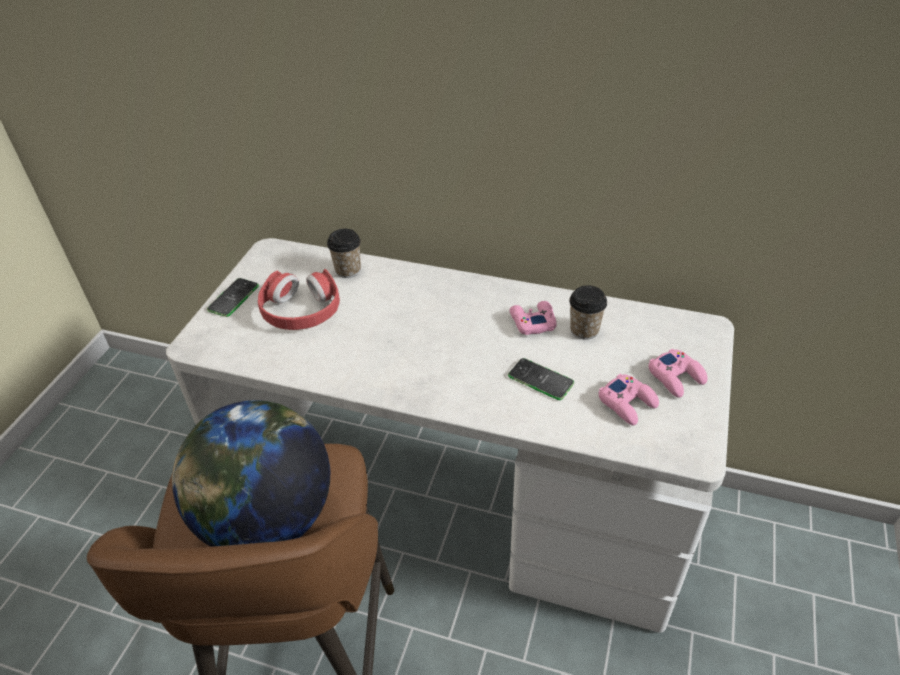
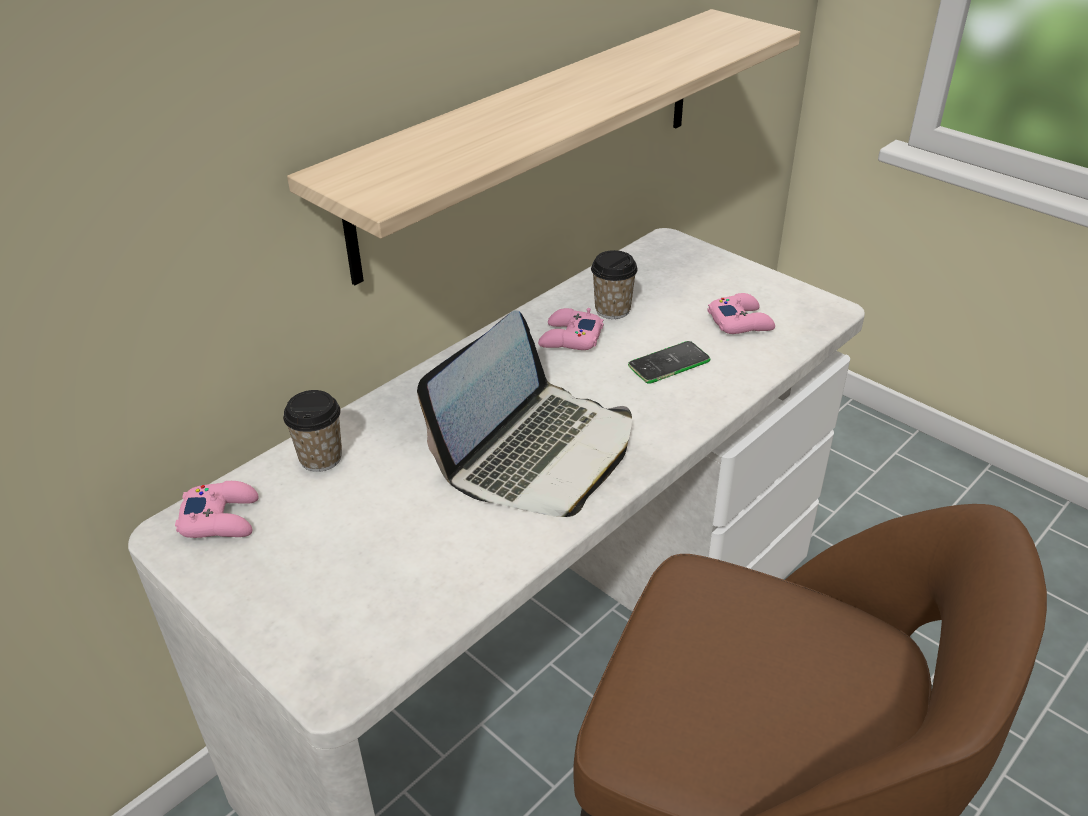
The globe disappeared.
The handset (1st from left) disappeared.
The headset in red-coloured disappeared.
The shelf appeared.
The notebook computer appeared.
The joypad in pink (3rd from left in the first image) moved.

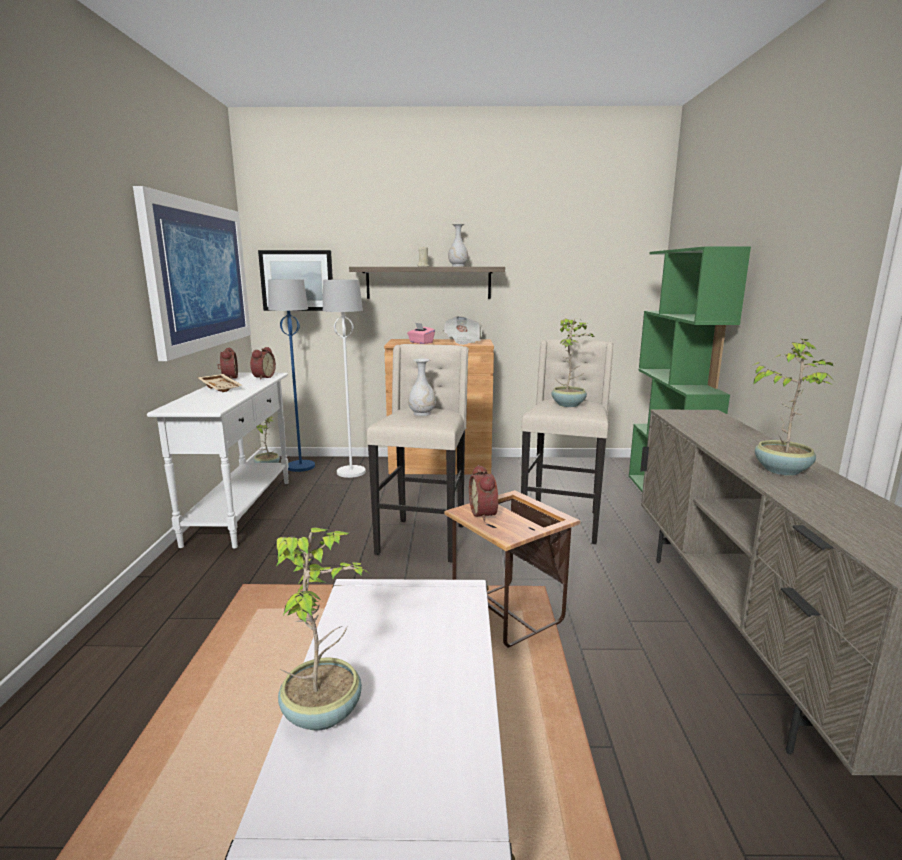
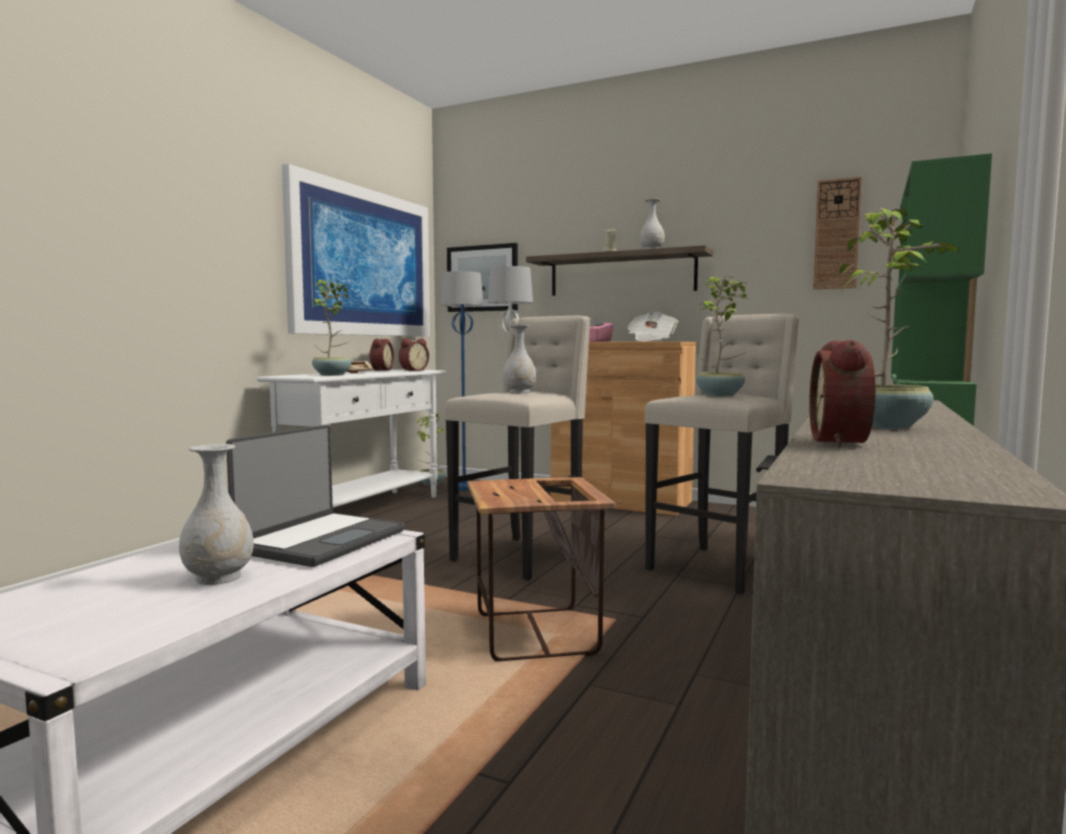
The vase in white-coloured (1st from left) appeared.
The notebook computer appeared.
The hanging clock appeared.
The plant in a pot (2nd from left in the first image) moved.
The bedside clock (3rd from left) moved.

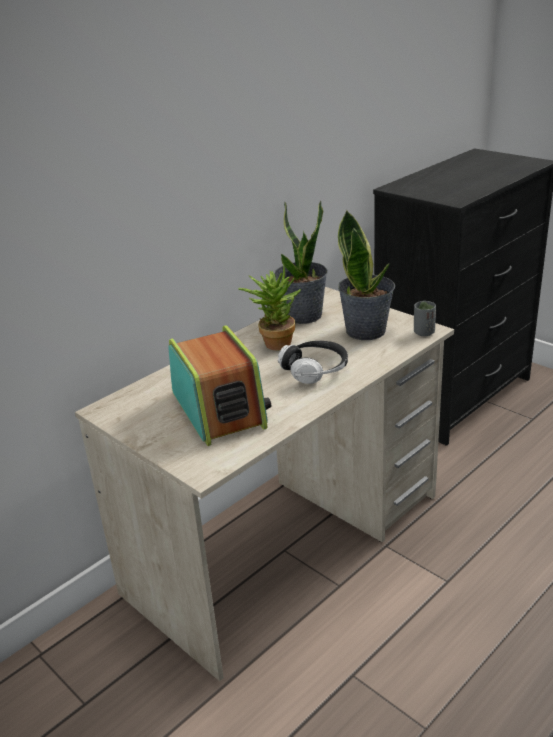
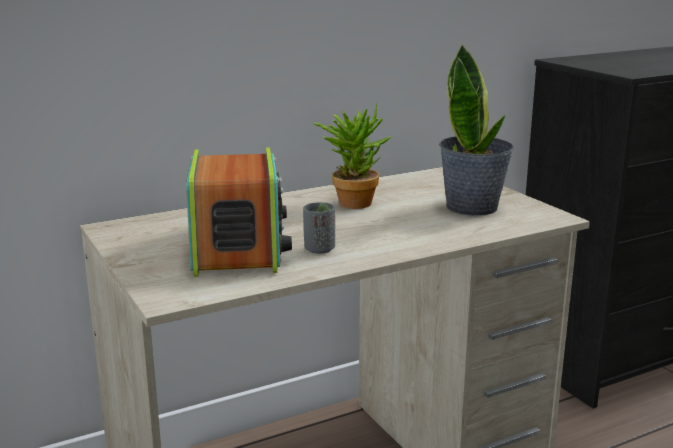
The plant in a pot (2nd from left) disappeared.
The headset disappeared.
The drinking cup in grey moved.

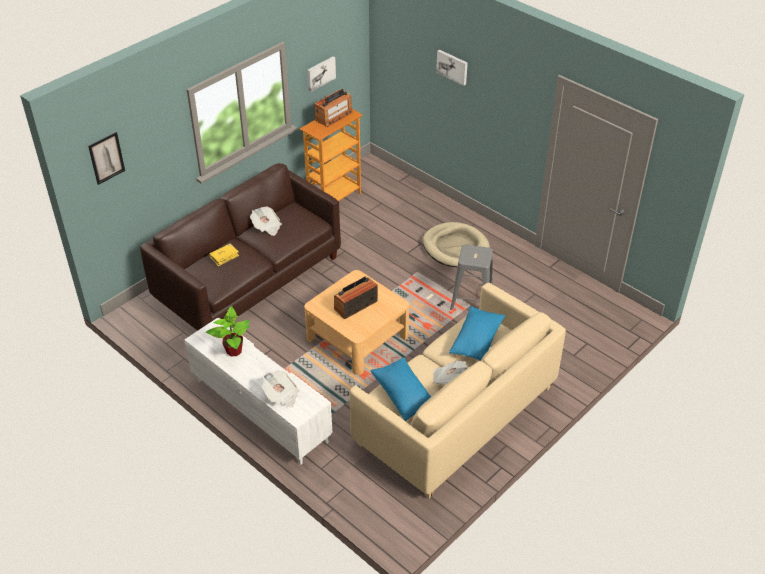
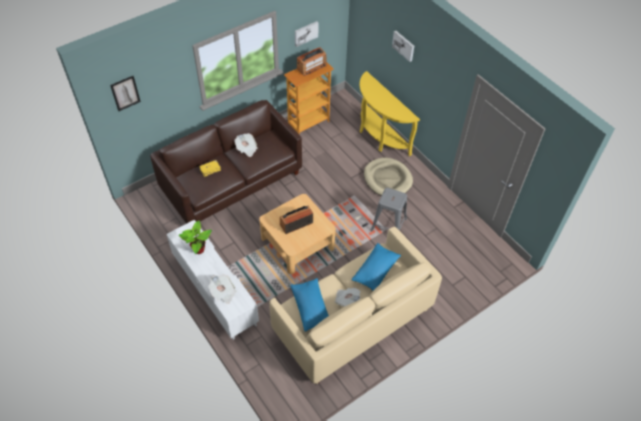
The hall table in yellowish appeared.

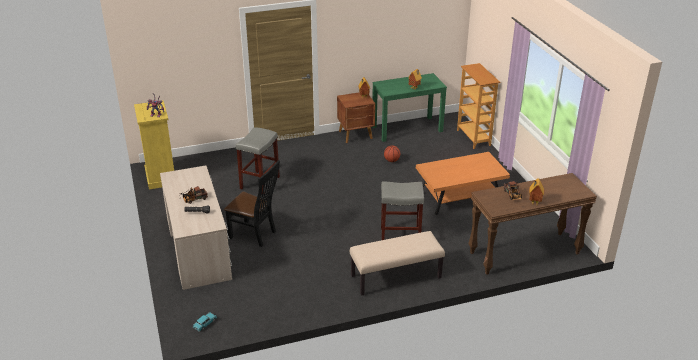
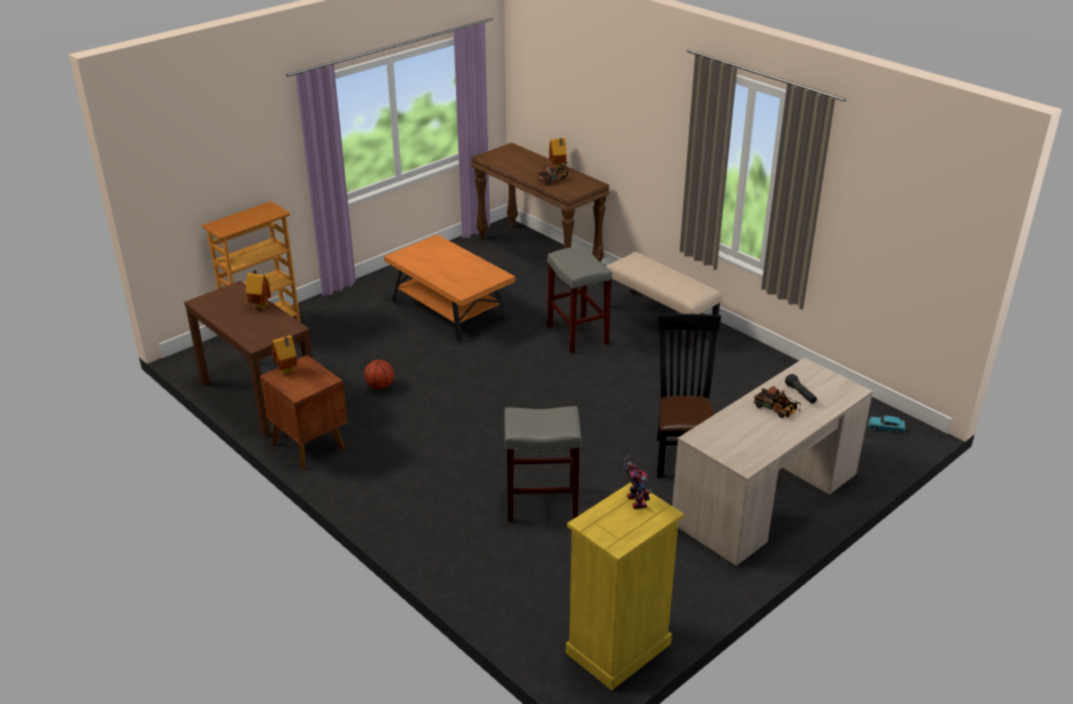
The hall table in greenish became the hall table in brownish (1st from left).

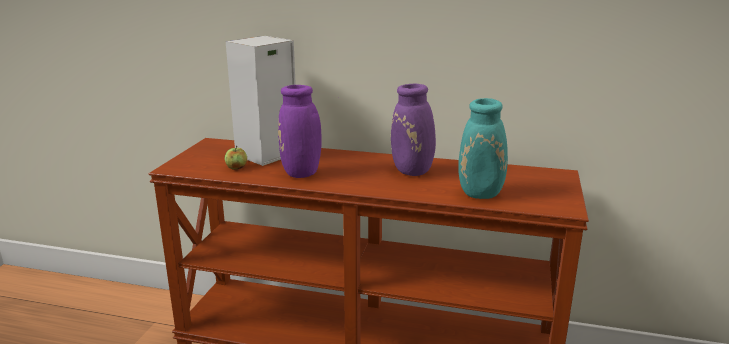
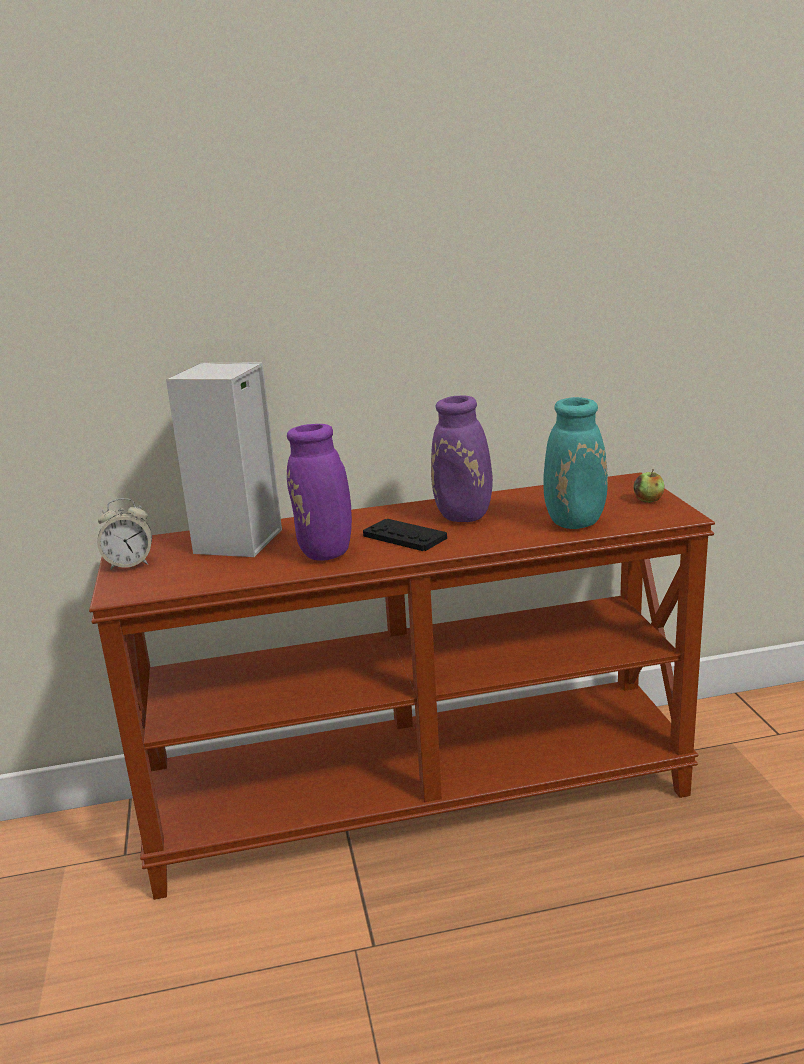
The bedside clock appeared.
The joypad in blackish appeared.
The apple fruit moved.

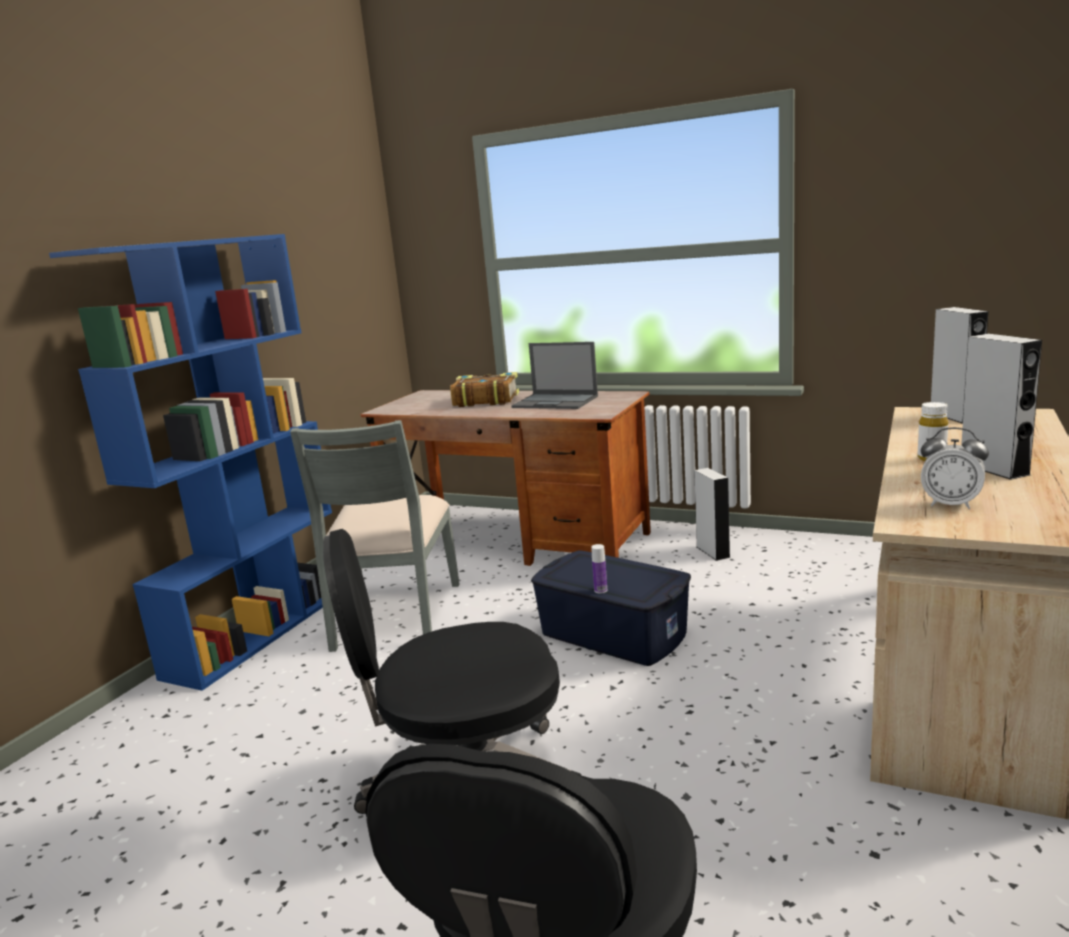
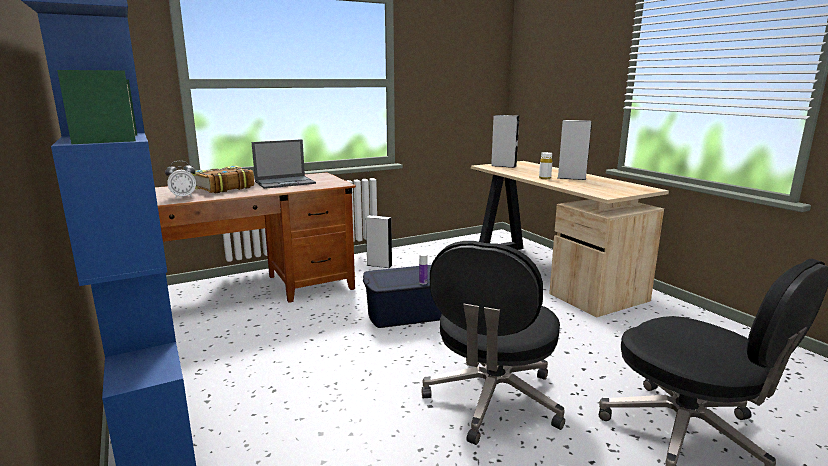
The plain chair in grey disappeared.
The bedside clock moved.

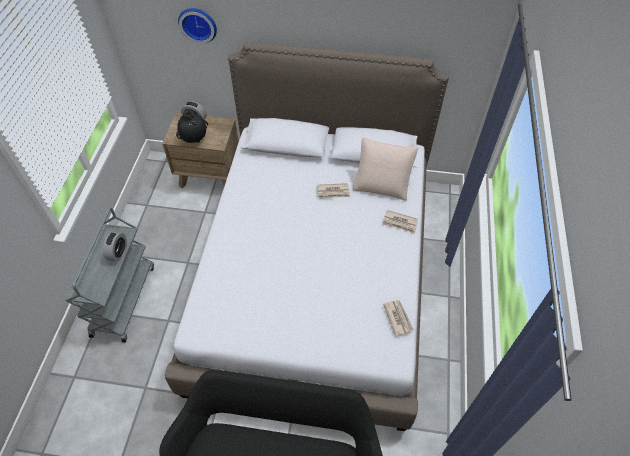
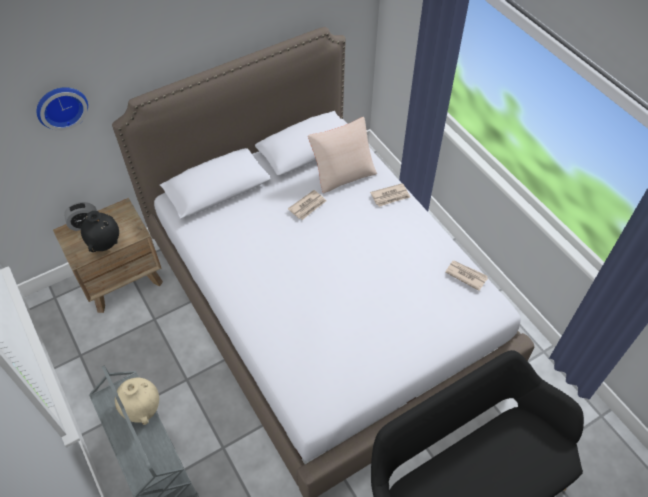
The bedside clock (1st from left) was replaced by the vase in sand-coloured.

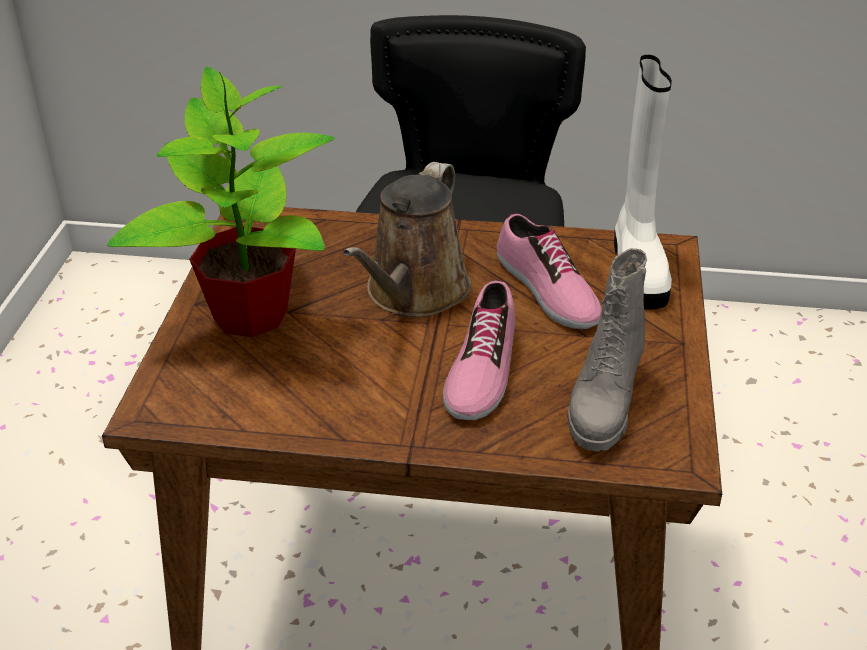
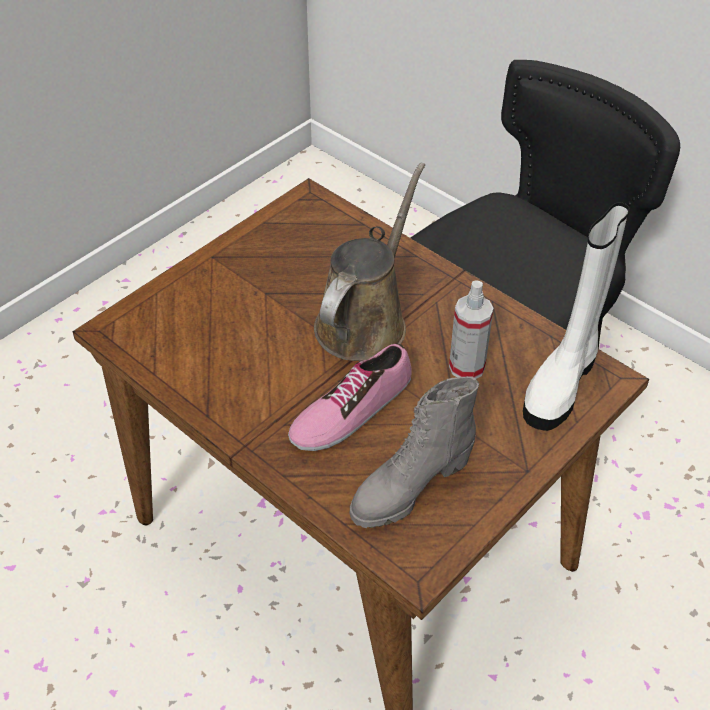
The plant in a pot disappeared.
The low shoe (2nd from left) was replaced by the hand sprayer.
The watering can in brownish turned 150 degrees clockwise.

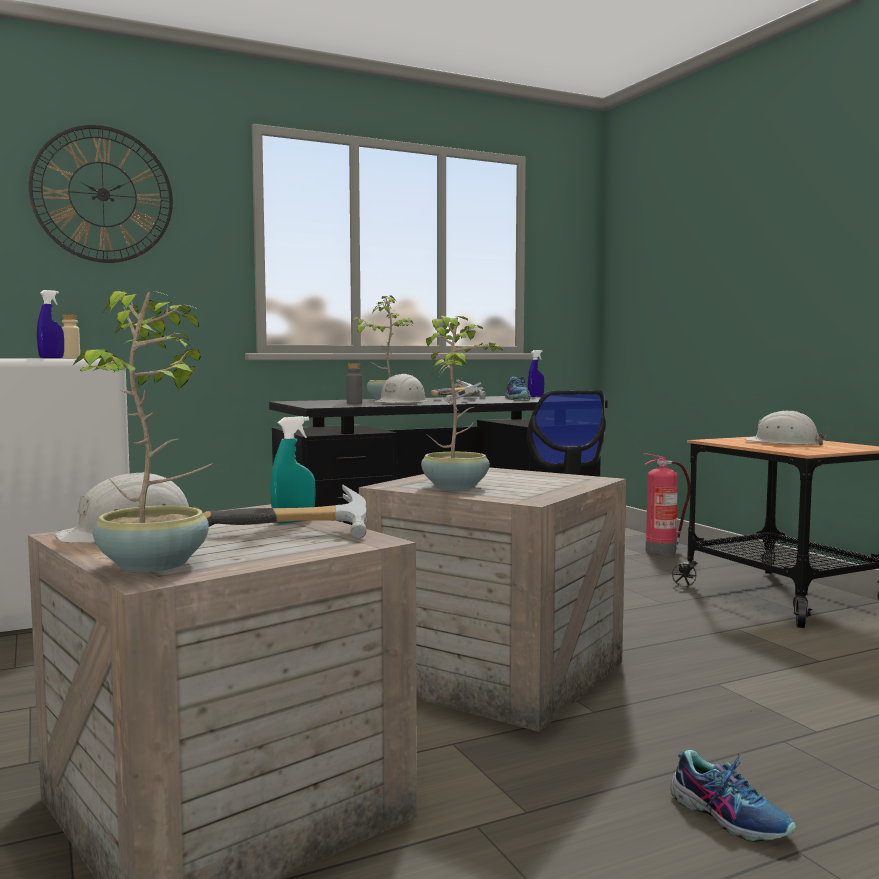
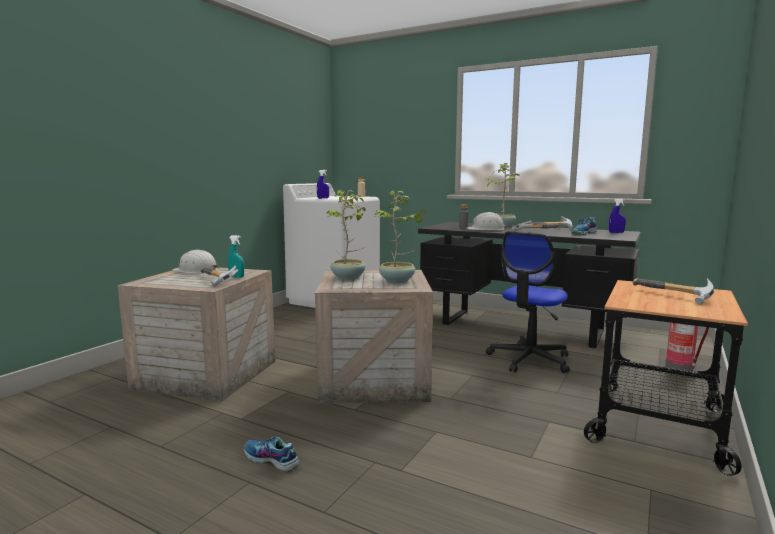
The hanging clock disappeared.
The plant in a pot (1st from left in the first image) moved.
The hard hat in white-coloured (3rd from left) was replaced by the tool hammer (4th from left).
The low shoe (2nd from left in the first image) turned 105 degrees clockwise.

